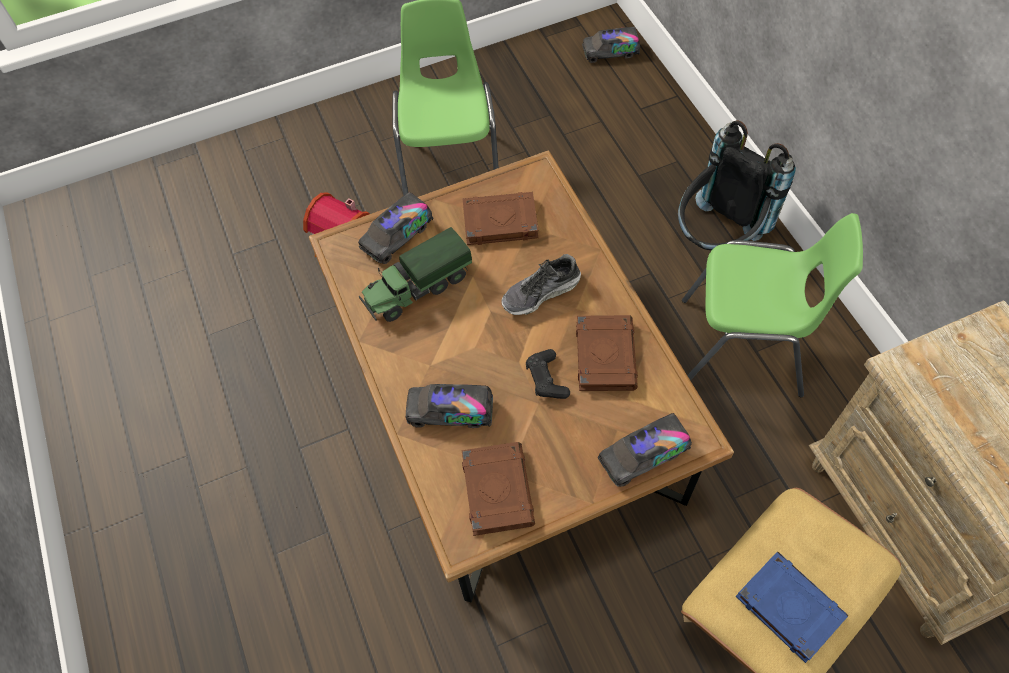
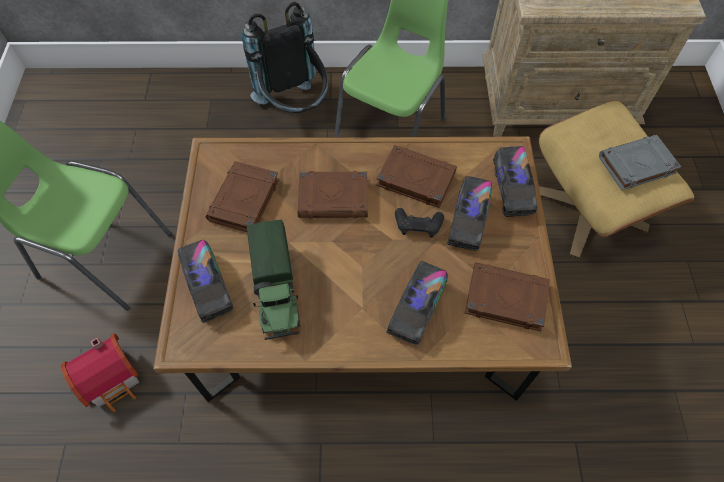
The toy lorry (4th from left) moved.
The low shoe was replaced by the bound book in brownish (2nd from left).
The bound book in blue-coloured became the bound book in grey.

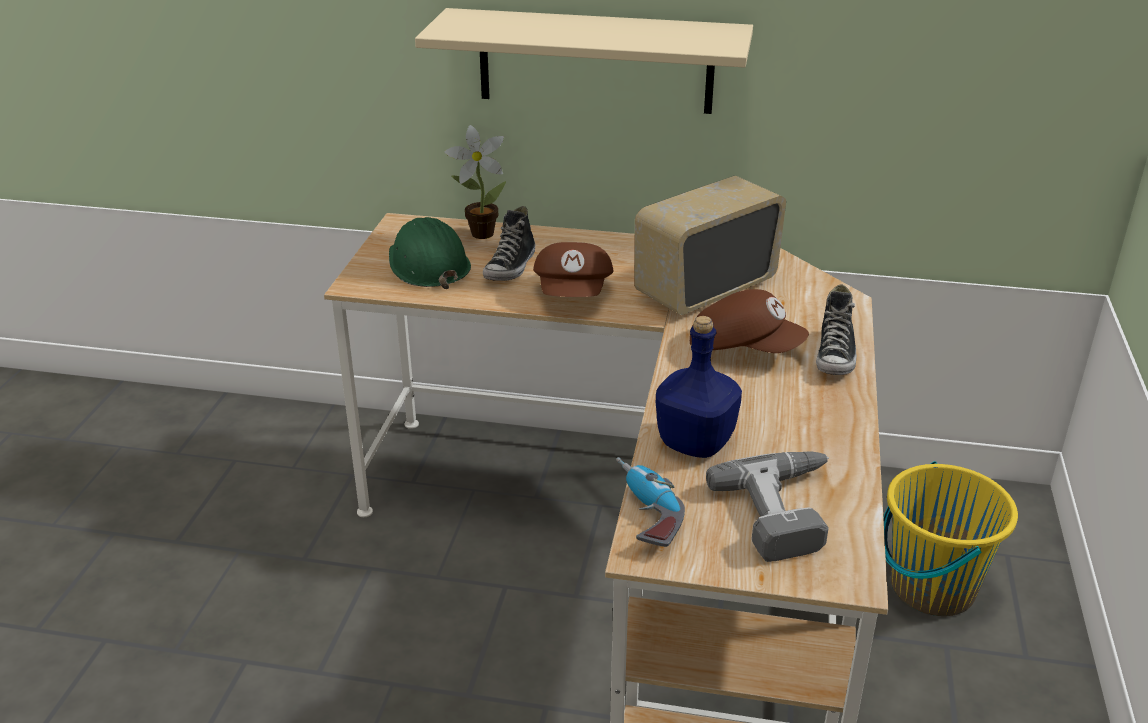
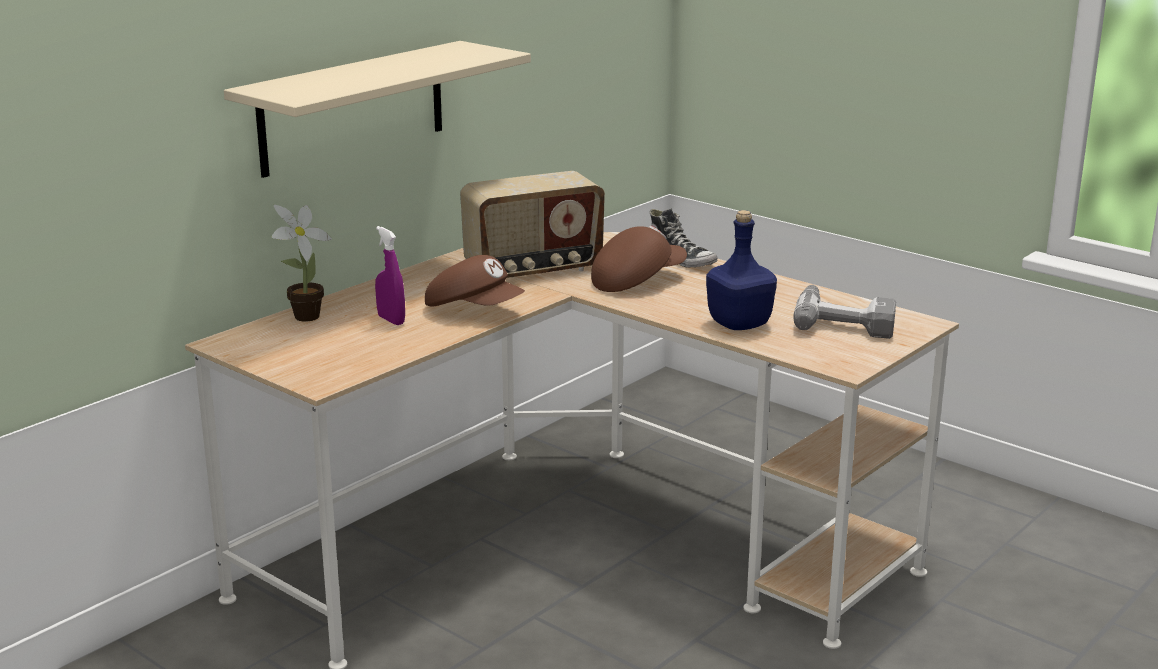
The hard hat in greenish disappeared.
The drill (1st from left) disappeared.
The pail in yellowish disappeared.
The low shoe (1st from left) was replaced by the hand sprayer in purple.
The radio receiver turned 105 degrees counterclockwise.

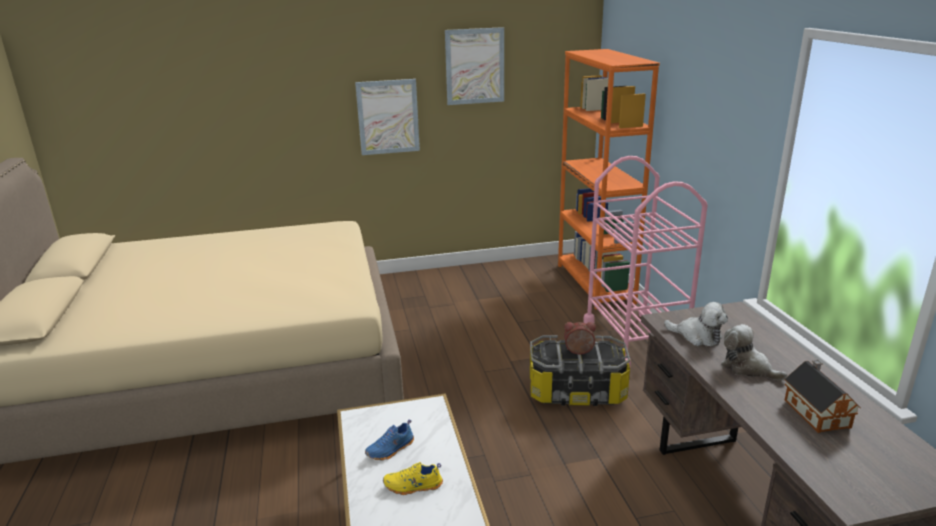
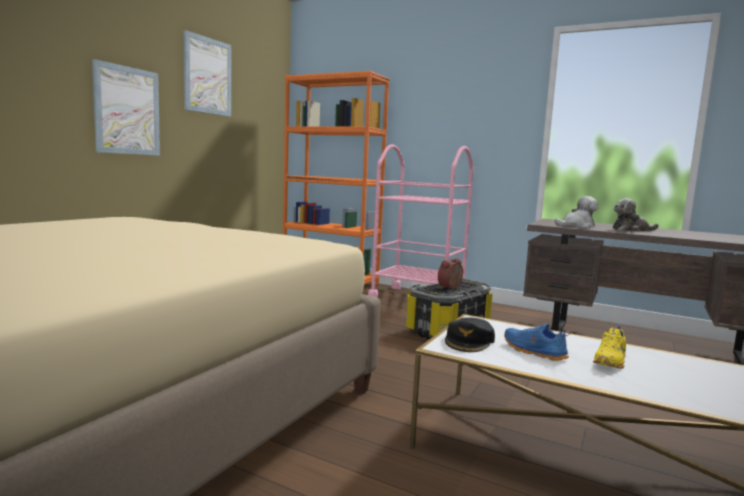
The toy house disappeared.
The baseball cap in blackish appeared.
The low shoe in blue-coloured turned 135 degrees clockwise.

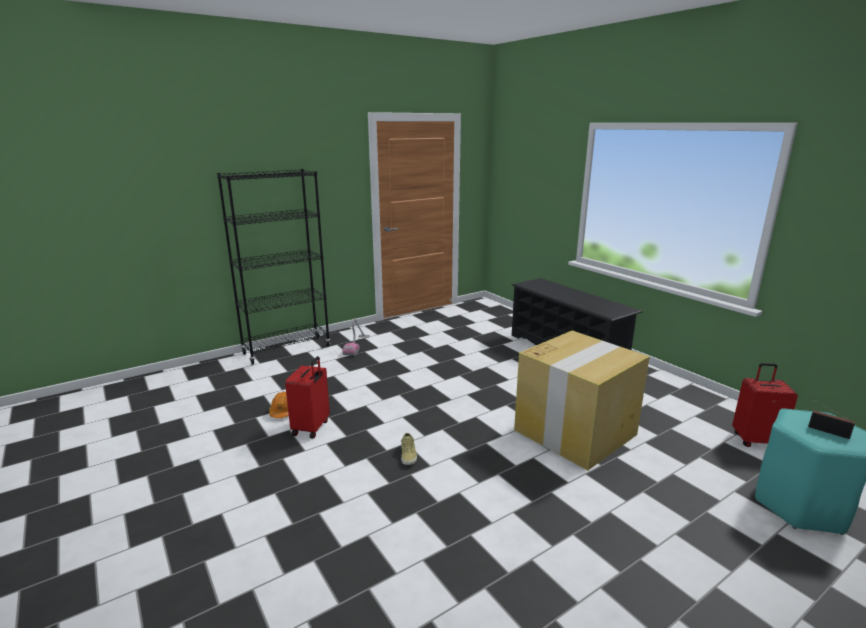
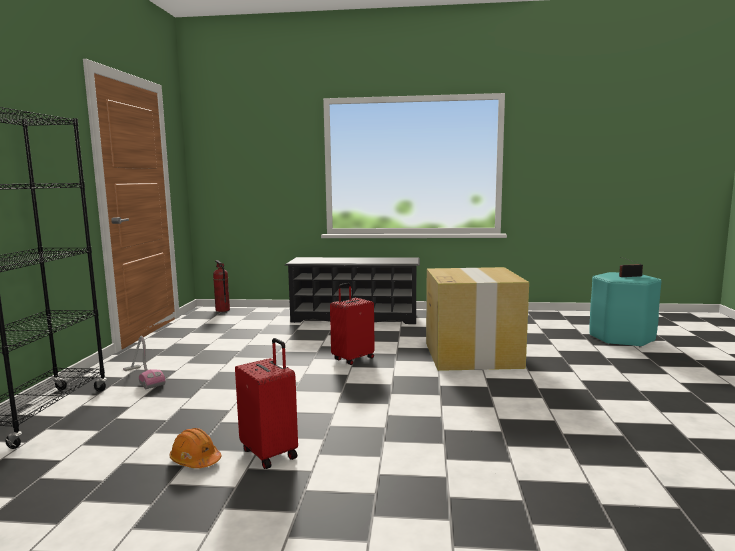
The low shoe in sand-coloured disappeared.
The extinguisher appeared.
The suitcase in red-coloured (2nd from left) moved.

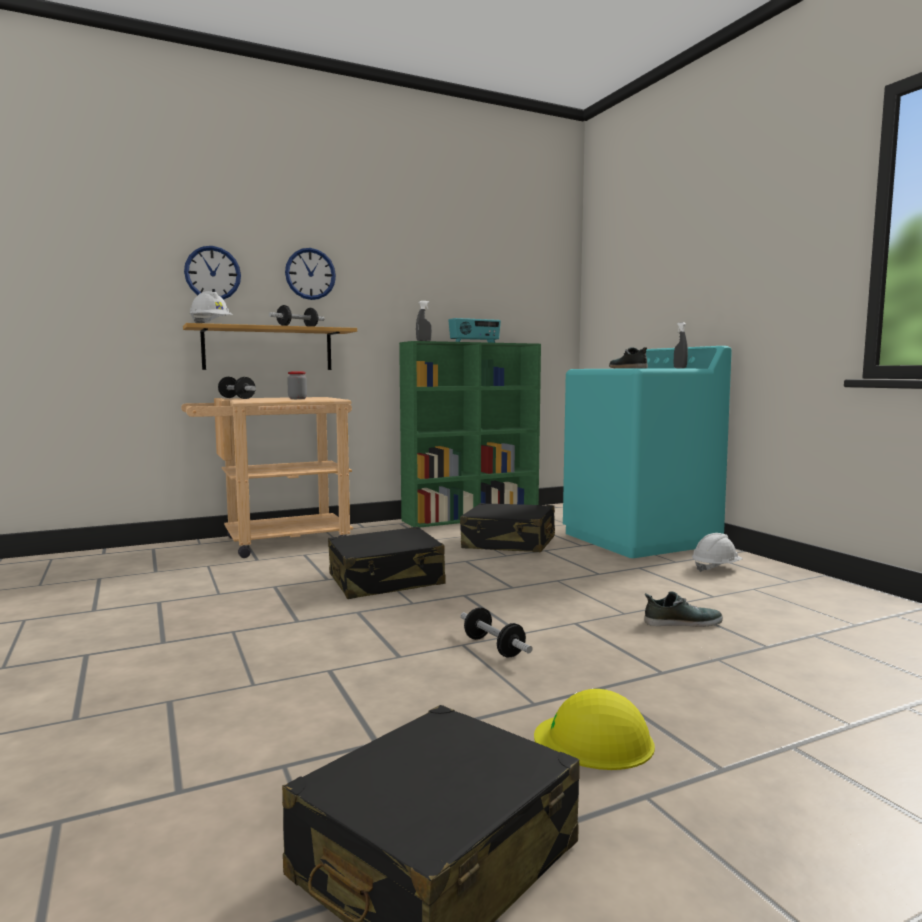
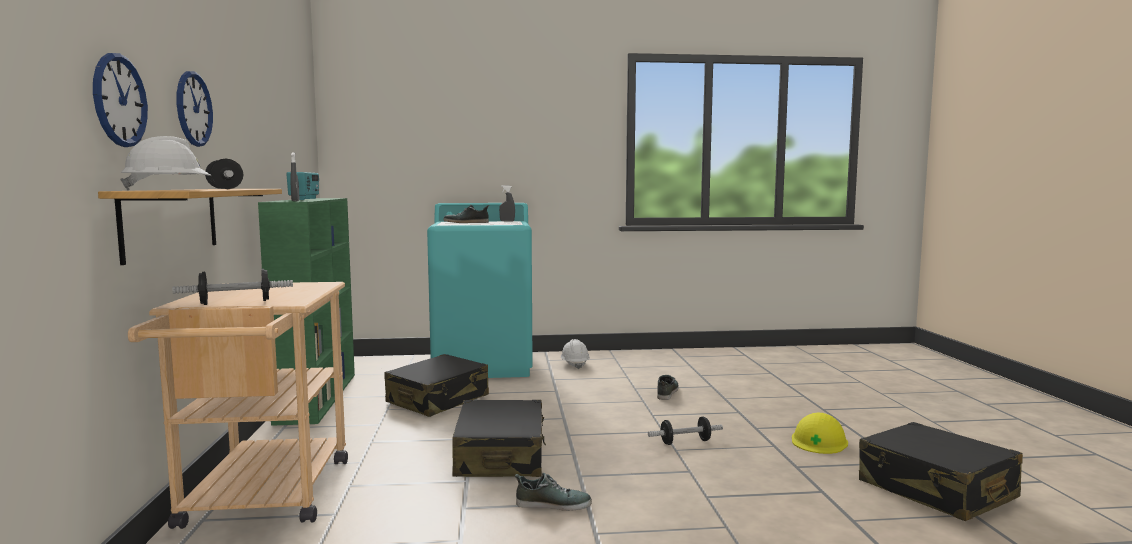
The jar disappeared.
The low shoe (2nd from left) appeared.

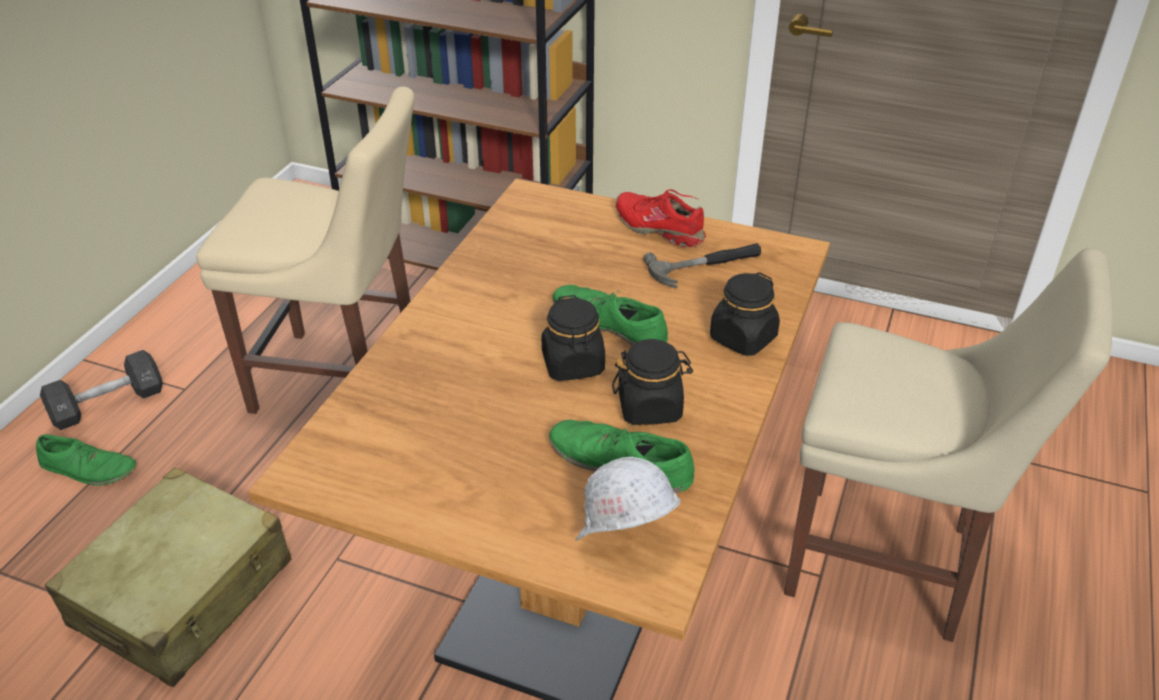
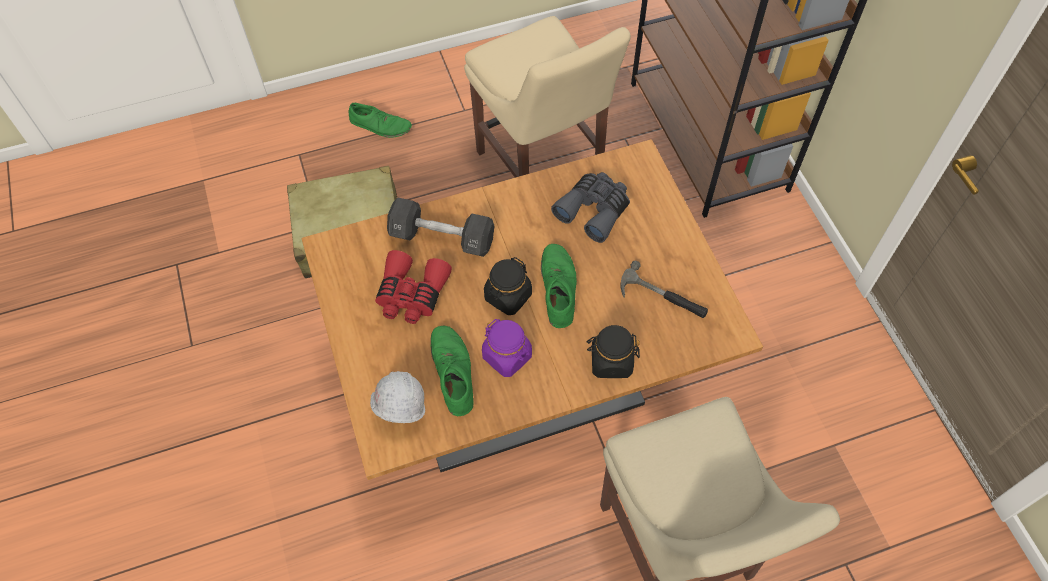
The low shoe in red-coloured disappeared.
The binoculars in red-coloured appeared.
The binoculars in grey appeared.
The free weight in blackish moved.
The jar in blackish (2nd from left) became the jar in purple.
The low shoe in greenish (1st from left) turned 45 degrees counterclockwise.

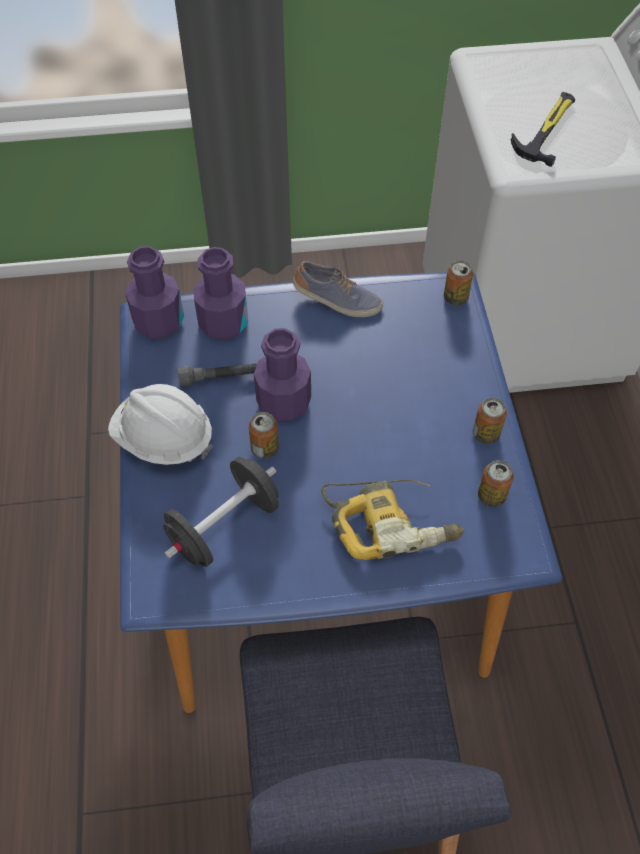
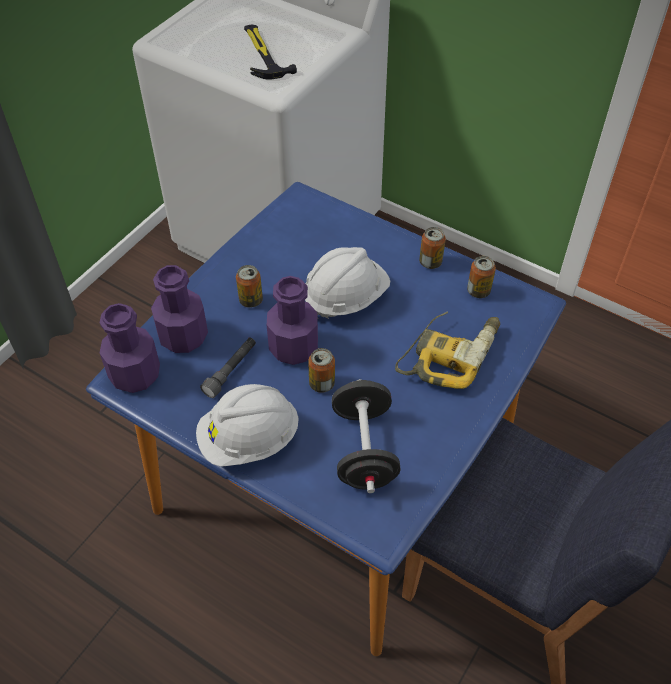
The low shoe disappeared.
The hard hat in white-coloured (2nd from left) appeared.
The can (2nd from left in the first image) moved.

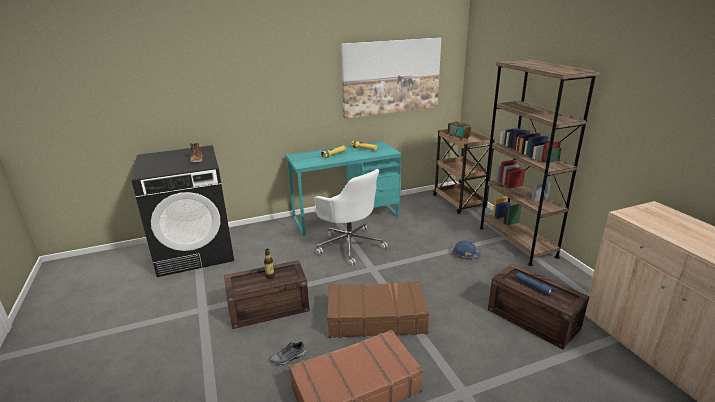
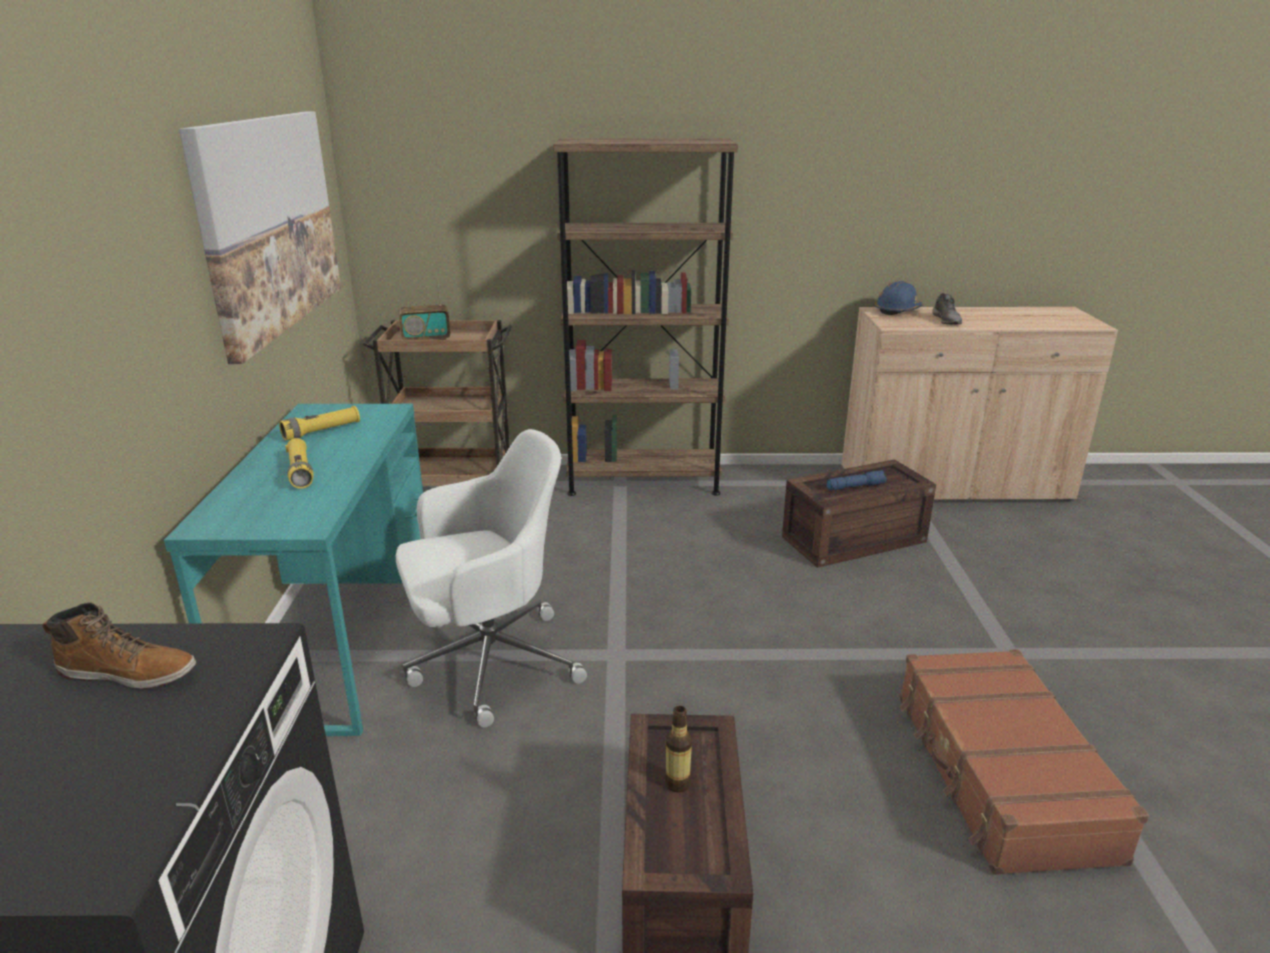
The suitcase in brownish (2nd from left) disappeared.
The low shoe in grey moved.
The hard hat in blue-coloured moved.

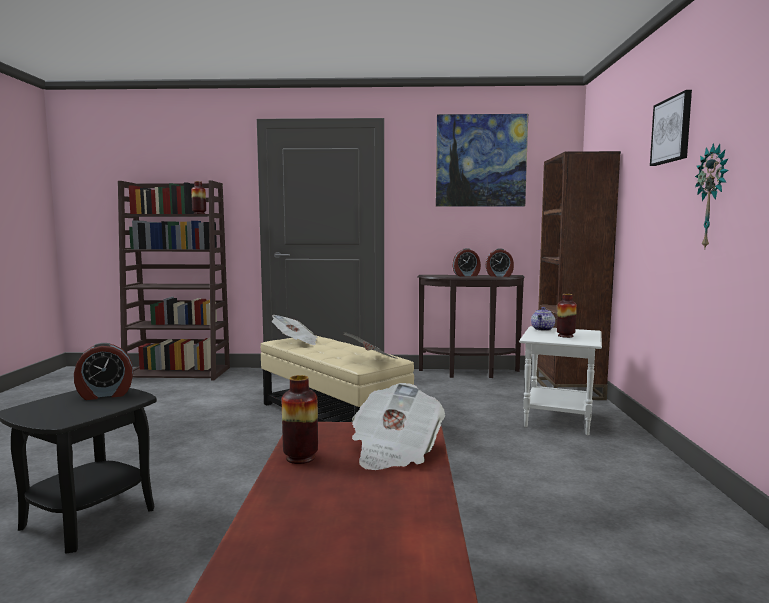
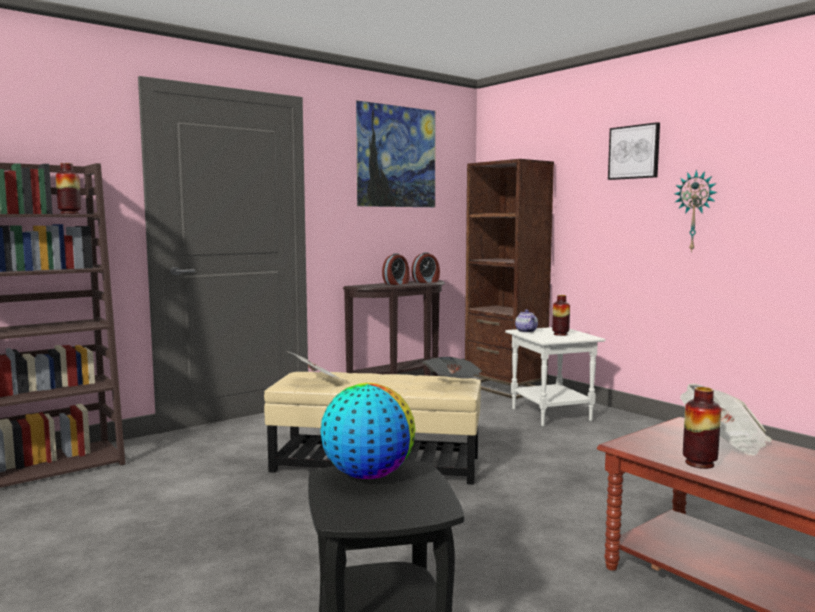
The bedside clock (1st from left) was replaced by the globe.

